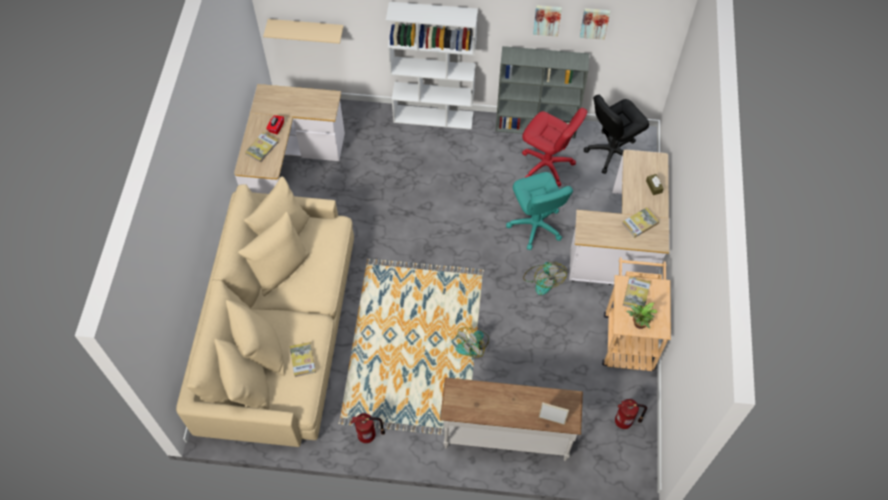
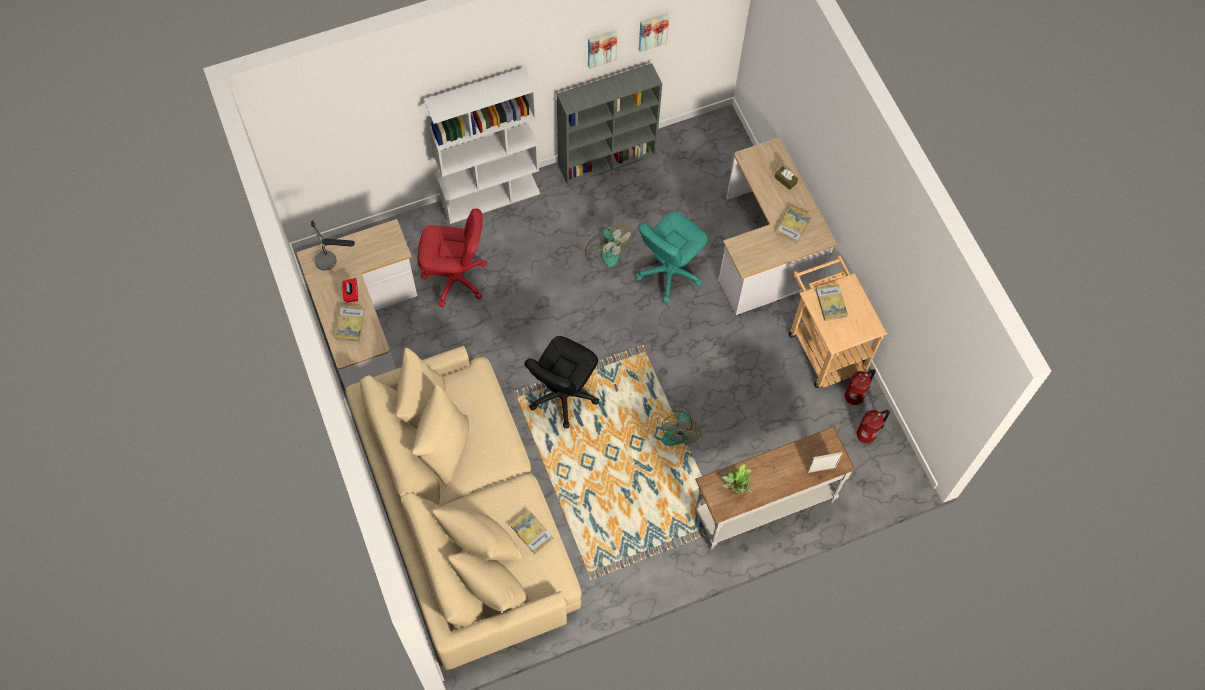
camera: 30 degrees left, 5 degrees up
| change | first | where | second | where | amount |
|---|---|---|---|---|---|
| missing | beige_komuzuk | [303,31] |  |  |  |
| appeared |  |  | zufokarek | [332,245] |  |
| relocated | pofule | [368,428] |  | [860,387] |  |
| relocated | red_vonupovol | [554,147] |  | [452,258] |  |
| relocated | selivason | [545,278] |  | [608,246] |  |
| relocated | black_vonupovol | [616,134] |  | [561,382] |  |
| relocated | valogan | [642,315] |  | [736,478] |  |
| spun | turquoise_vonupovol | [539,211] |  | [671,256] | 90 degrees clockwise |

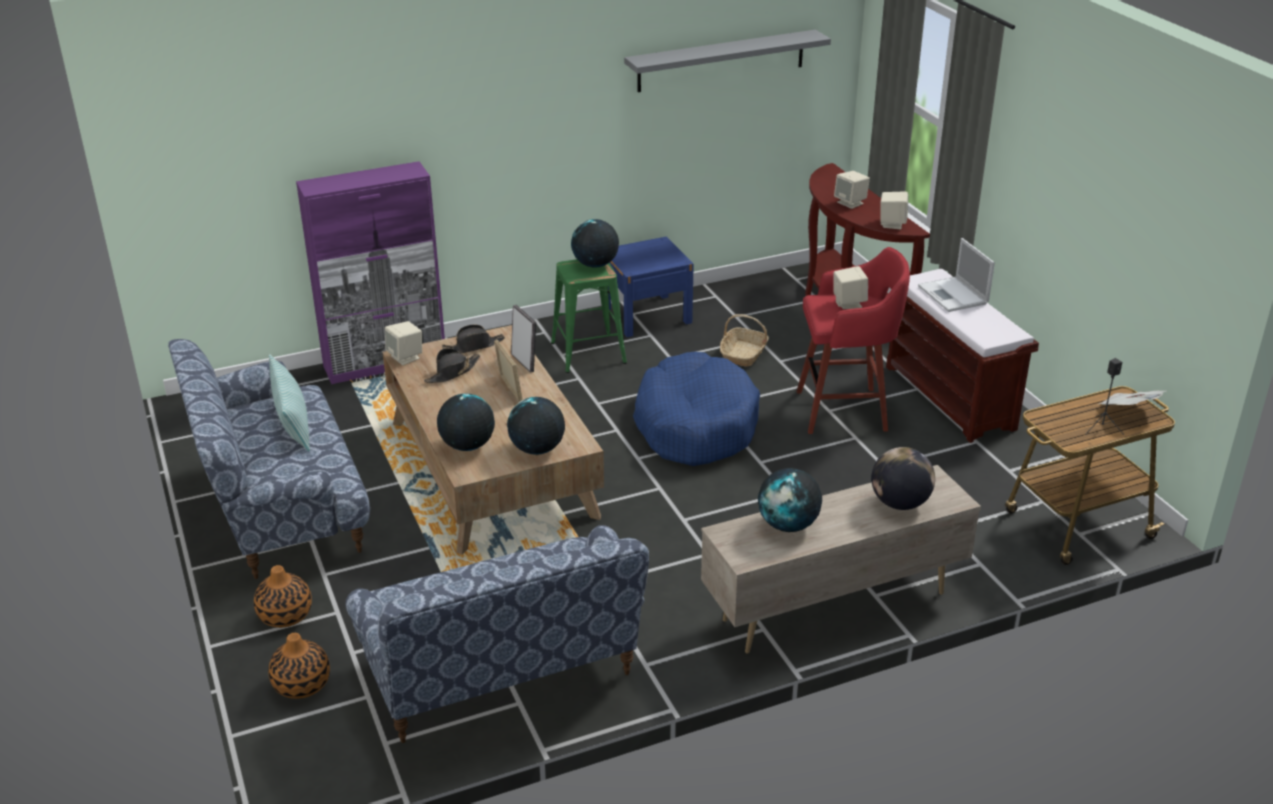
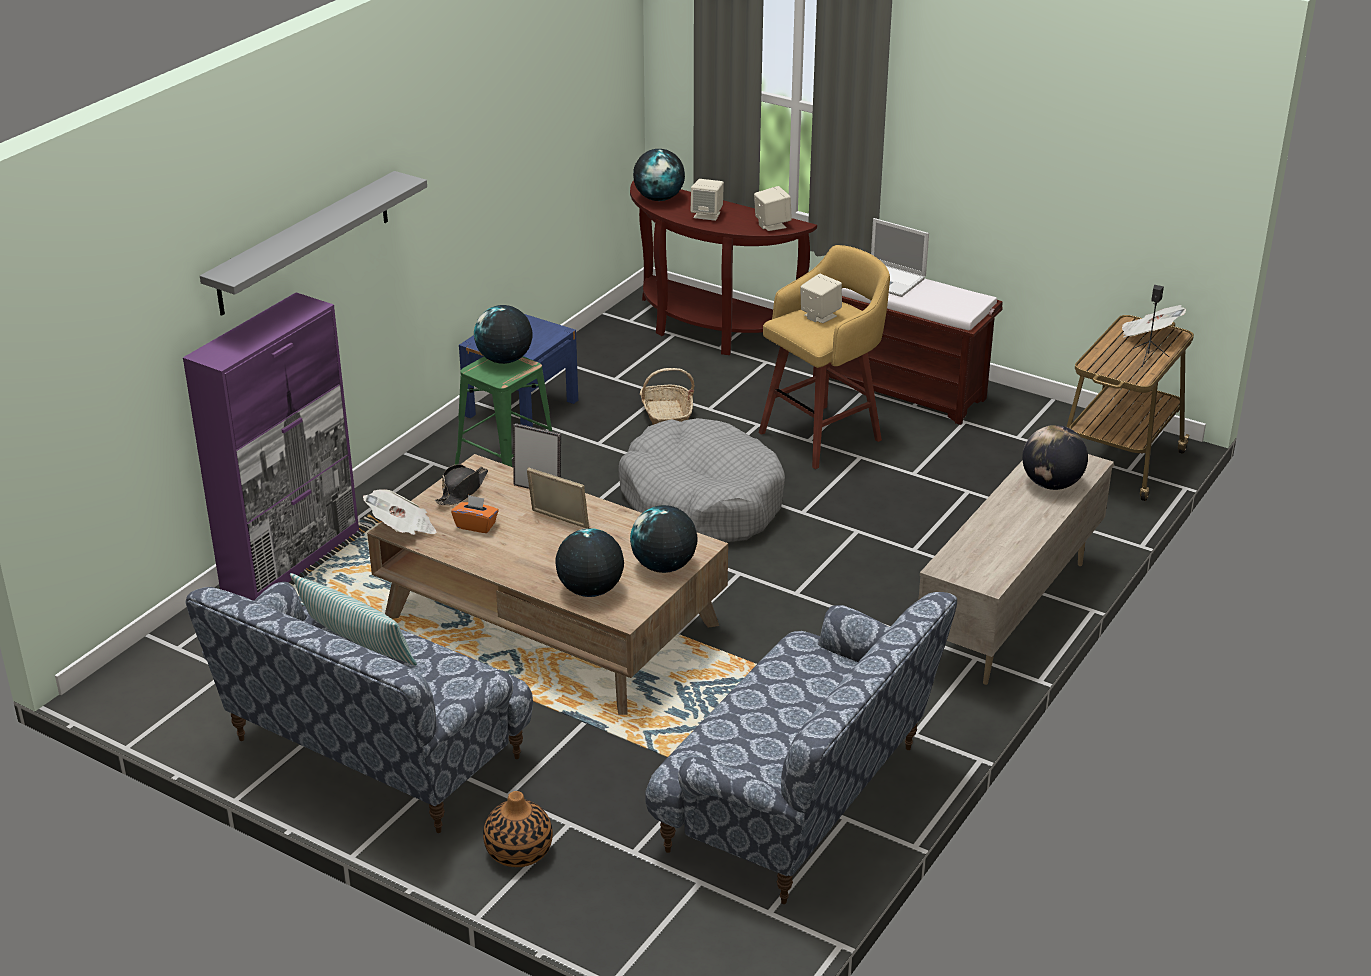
camera: 35 degrees left, 0 degrees up
| change | first | where | second | where | amount |
|---|---|---|---|---|---|
| missing | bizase | [299,666] |  |  |  |
| relocated | grey_komuzuk | [727,61] |  | [313,243] |  |
| relocated | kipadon | [790,500] |  | [659,175] |  |
| exchanged | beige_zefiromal | [403,343] | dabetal | [400,512] |  |
| exchanged | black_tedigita | [452,365] | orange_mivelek | [475,514] |  |
| colour | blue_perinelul | [696,409] | grey_perinelul | [701,480] |  |
| colour | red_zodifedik | [853,340] | yellow_zodifedik | [824,357] |  |

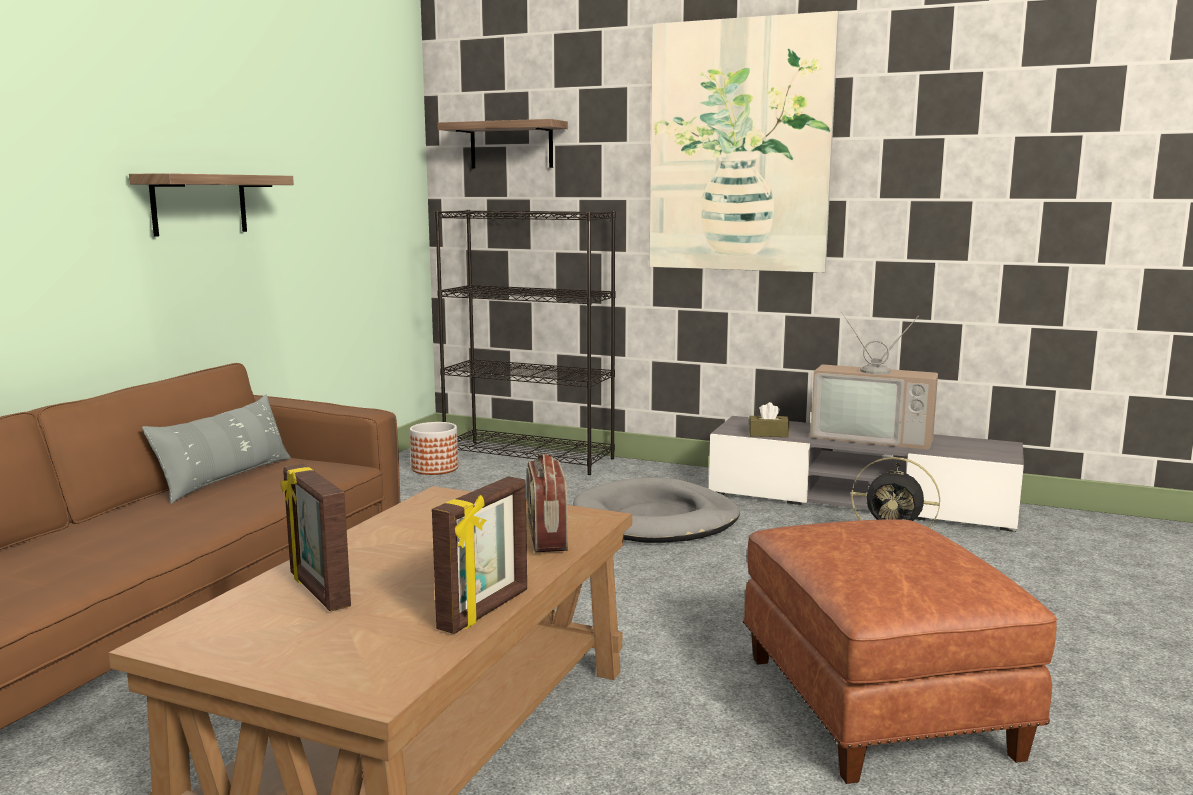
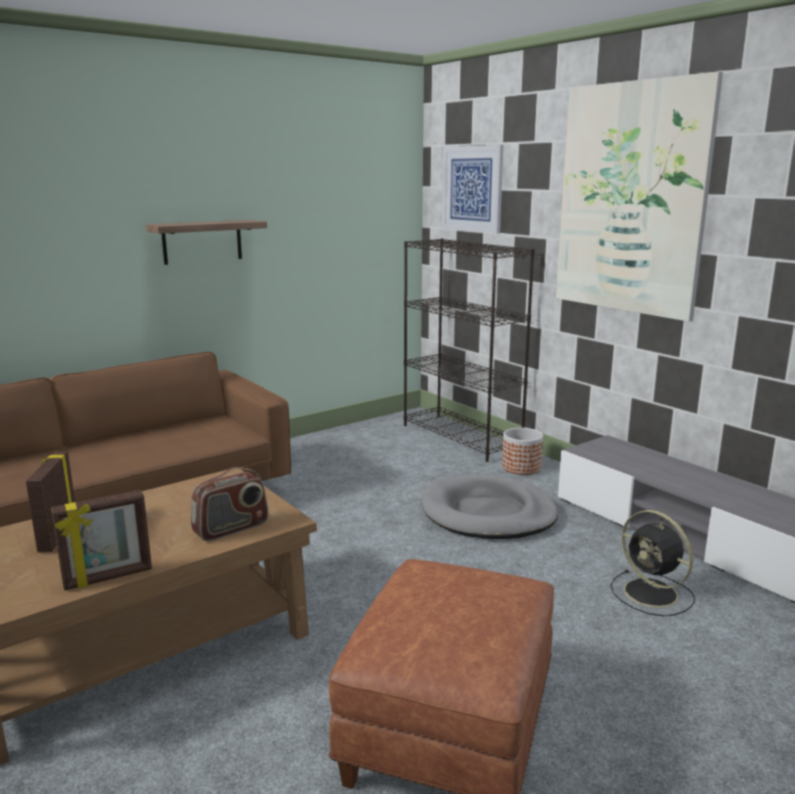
camera: 30 degrees right, 5 degrees up
| change | first | where | second | where | amount |
|---|---|---|---|---|---|
| missing | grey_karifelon | [216,449] |  |  |  |
| missing | brown_mivelek | [769,419] |  |  |  |
| missing | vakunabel | [874,381] |  |  |  |
| relocated | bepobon | [434,448] |  | [522,451] |  |
| exchanged | komuzuk | [502,144] | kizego | [472,189] |  |
| spun | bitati | [547,503] |  | [229,504] | 150 degrees counterclockwise |

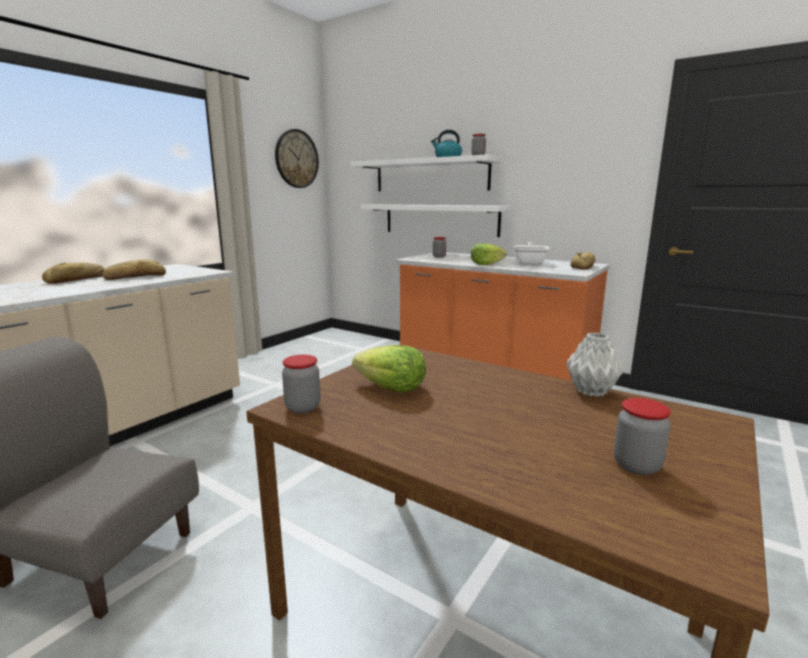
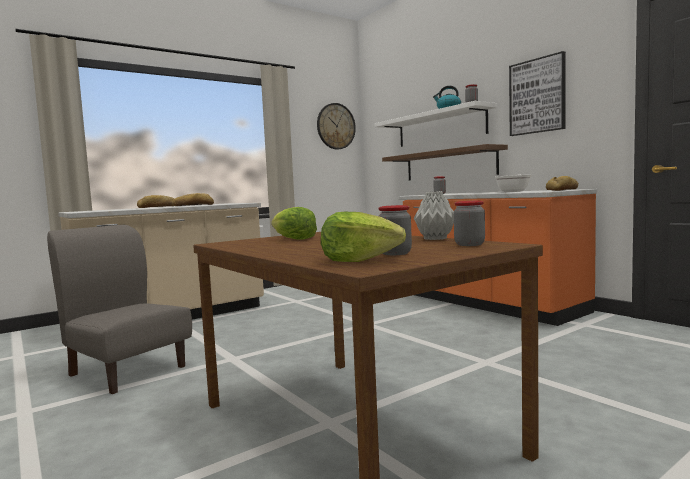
camera: 20 degrees right, 10 degrees down
| change | first | where | second | where | amount |
|---|---|---|---|---|---|
| appeared |  |  | kizego | [537,93] |  |
| relocated | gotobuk | [301,384] |  | [469,223] |  |
| relocated | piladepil | [489,254] |  | [363,237] |  |
| colour | white_komuzuk | [437,220] | brown_komuzuk | [445,162] |  |

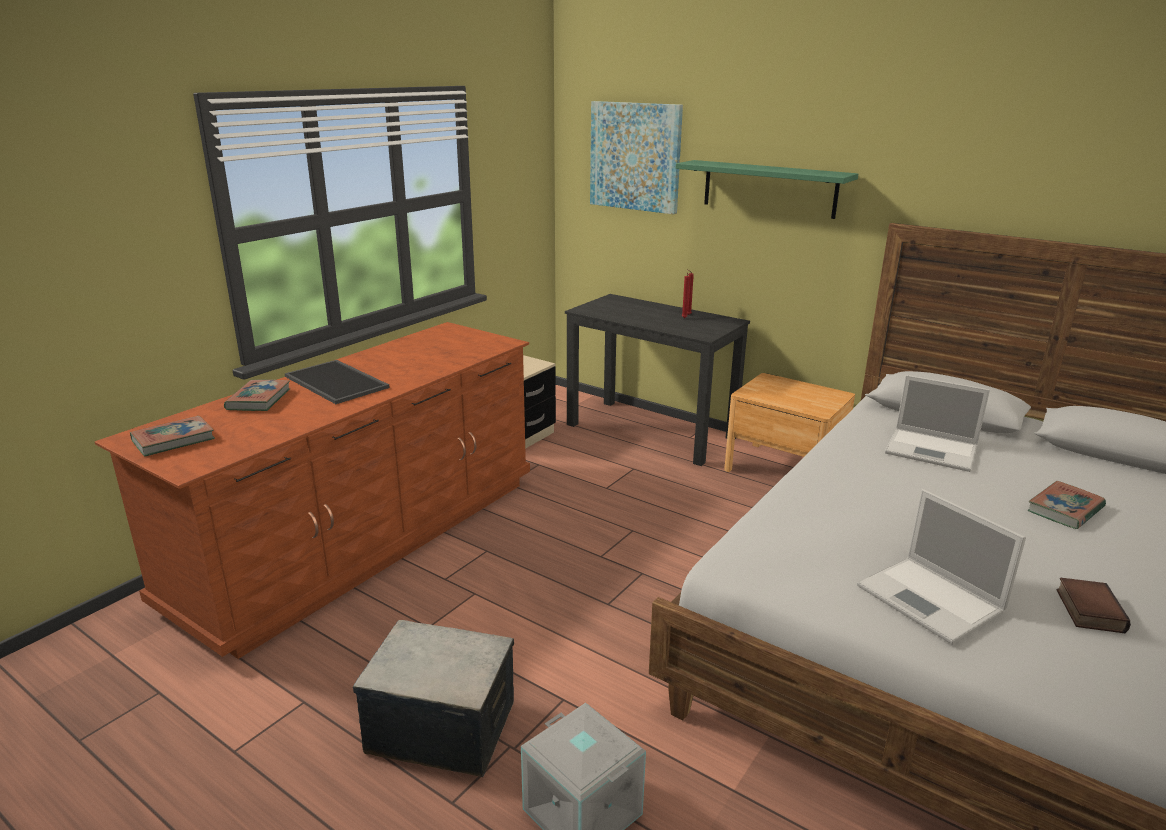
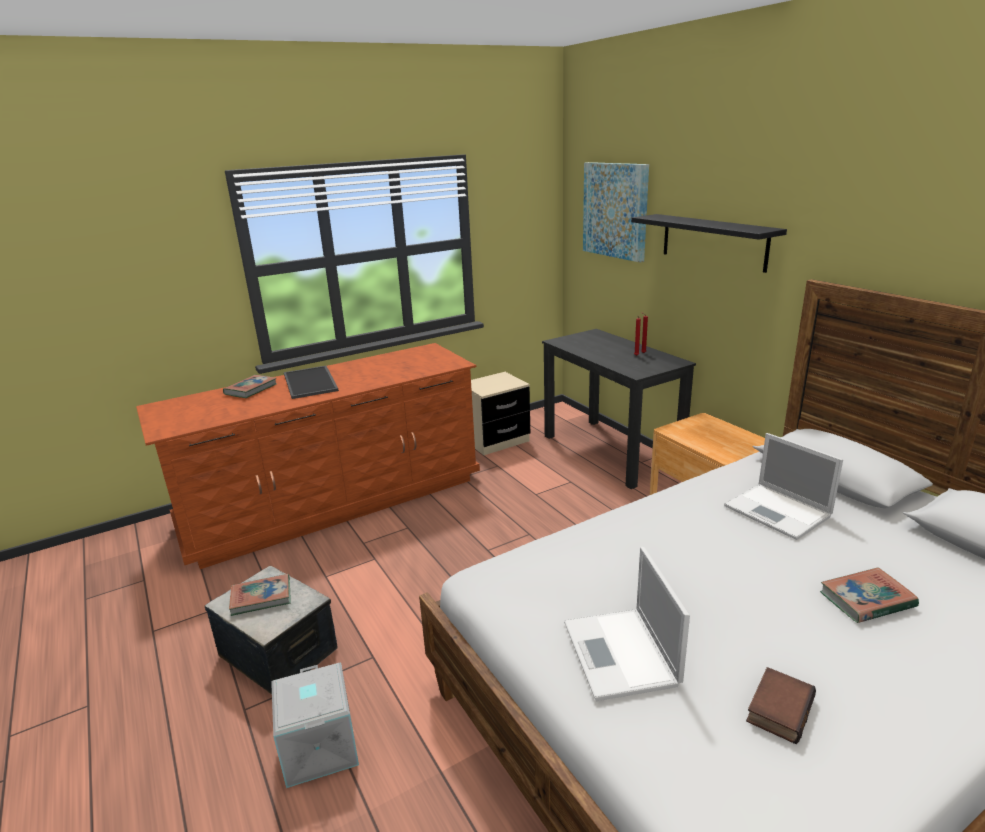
camera: 25 degrees right, 0 degrees up
| change | first | where | second | where | amount |
|---|---|---|---|---|---|
| relocated | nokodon | [172,436] |  | [260,595] |  |
| colour | green_komuzuk | [767,189] | black_komuzuk | [709,243] |  |

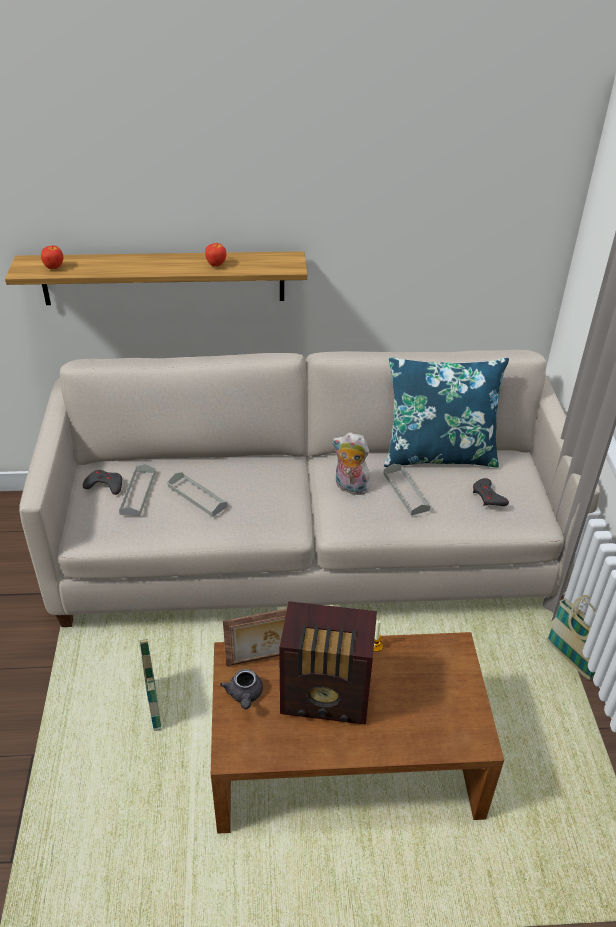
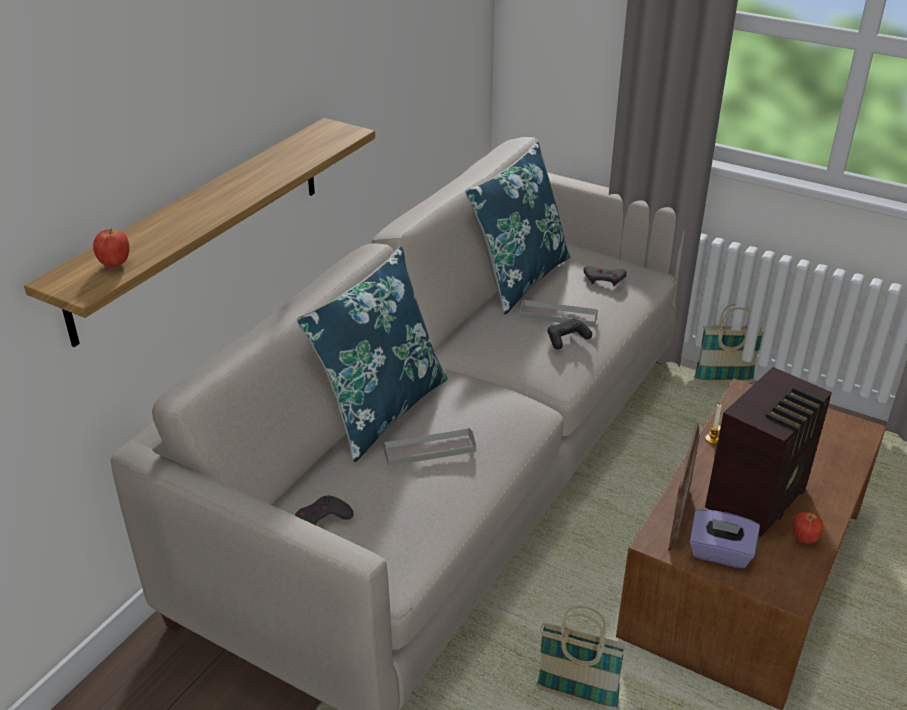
camera: 55 degrees left, 5 degrees down
| change | first | where | second | where | amount |
|---|---|---|---|---|---|
| missing | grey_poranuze | [137,490] |  |  |  |
| missing | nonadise | [351,463] |  |  |  |
| appeared |  |  | blue_karifelon | [372,354] |  |
| appeared |  |  | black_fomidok | [569,334] |  |
| relocated | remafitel | [215,254] |  | [808,528] |  |
| exchanged | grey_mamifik | [241,689] | purple_mivelek | [724,539] |  |

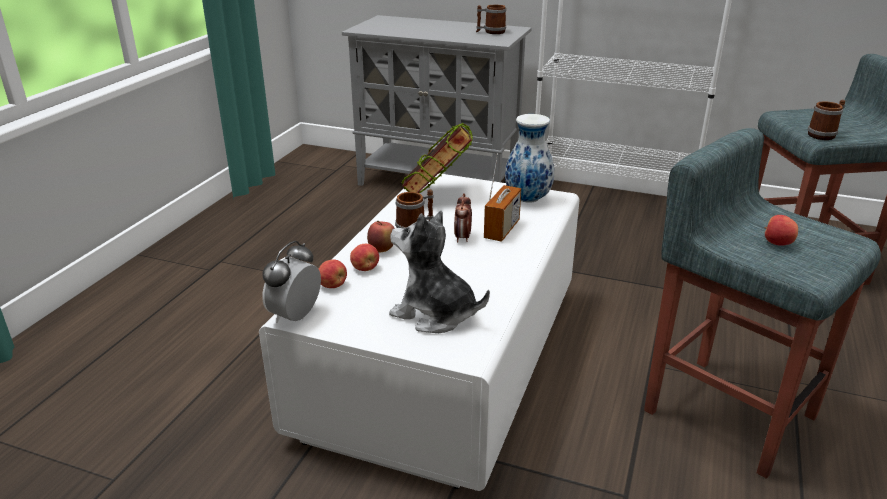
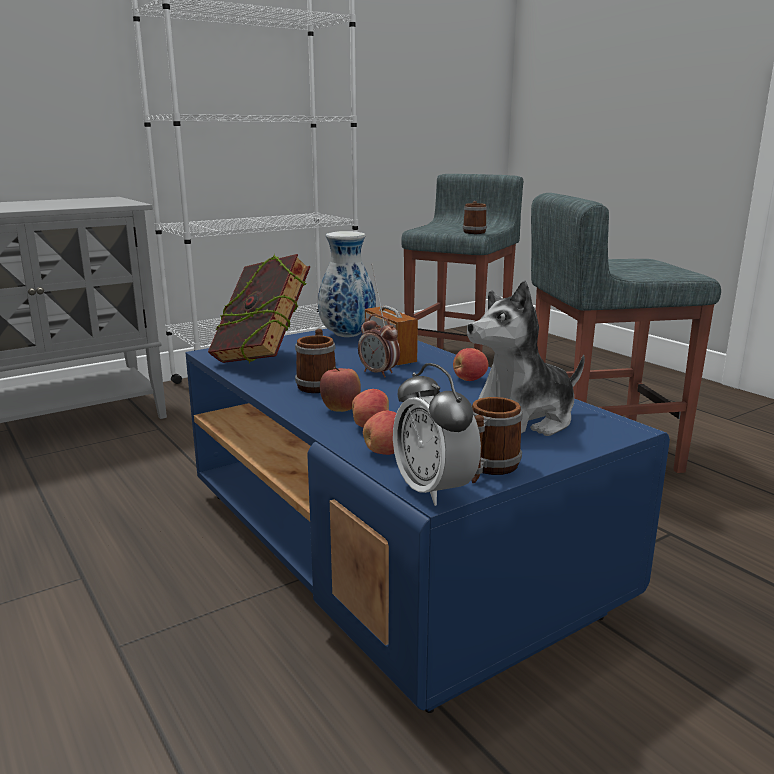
camera: 55 degrees left, 10 degrees down
| change | first | where | second | where | amount |
|---|---|---|---|---|---|
| relocated | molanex | [491,19] |  | [497,440] |  |
| relocated | remafitel | [781,230] |  | [470,364] |  |
| colour | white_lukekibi | [419,332] | blue_lukekibi | [427,520] |  |

